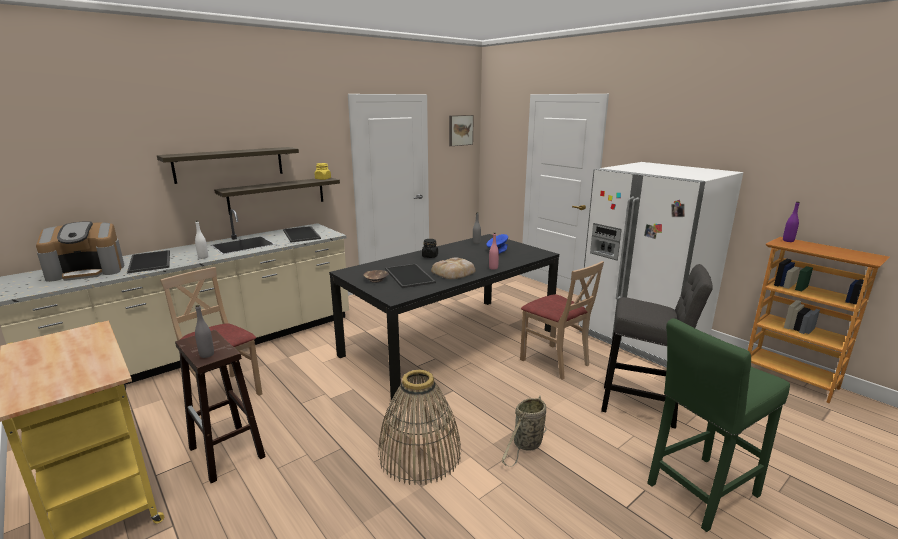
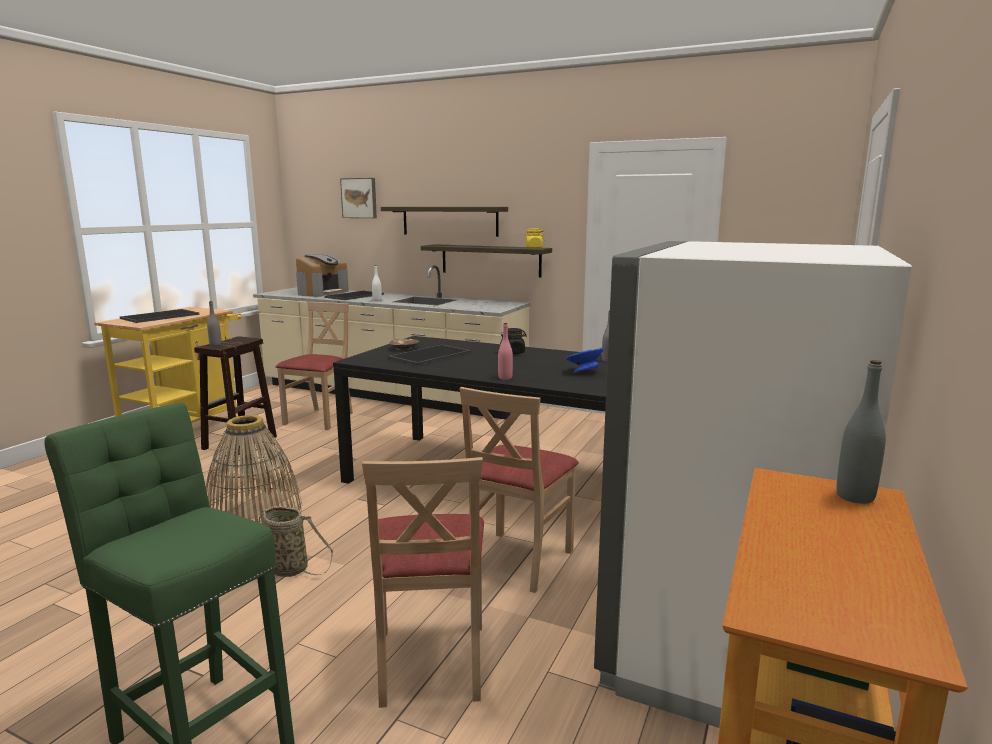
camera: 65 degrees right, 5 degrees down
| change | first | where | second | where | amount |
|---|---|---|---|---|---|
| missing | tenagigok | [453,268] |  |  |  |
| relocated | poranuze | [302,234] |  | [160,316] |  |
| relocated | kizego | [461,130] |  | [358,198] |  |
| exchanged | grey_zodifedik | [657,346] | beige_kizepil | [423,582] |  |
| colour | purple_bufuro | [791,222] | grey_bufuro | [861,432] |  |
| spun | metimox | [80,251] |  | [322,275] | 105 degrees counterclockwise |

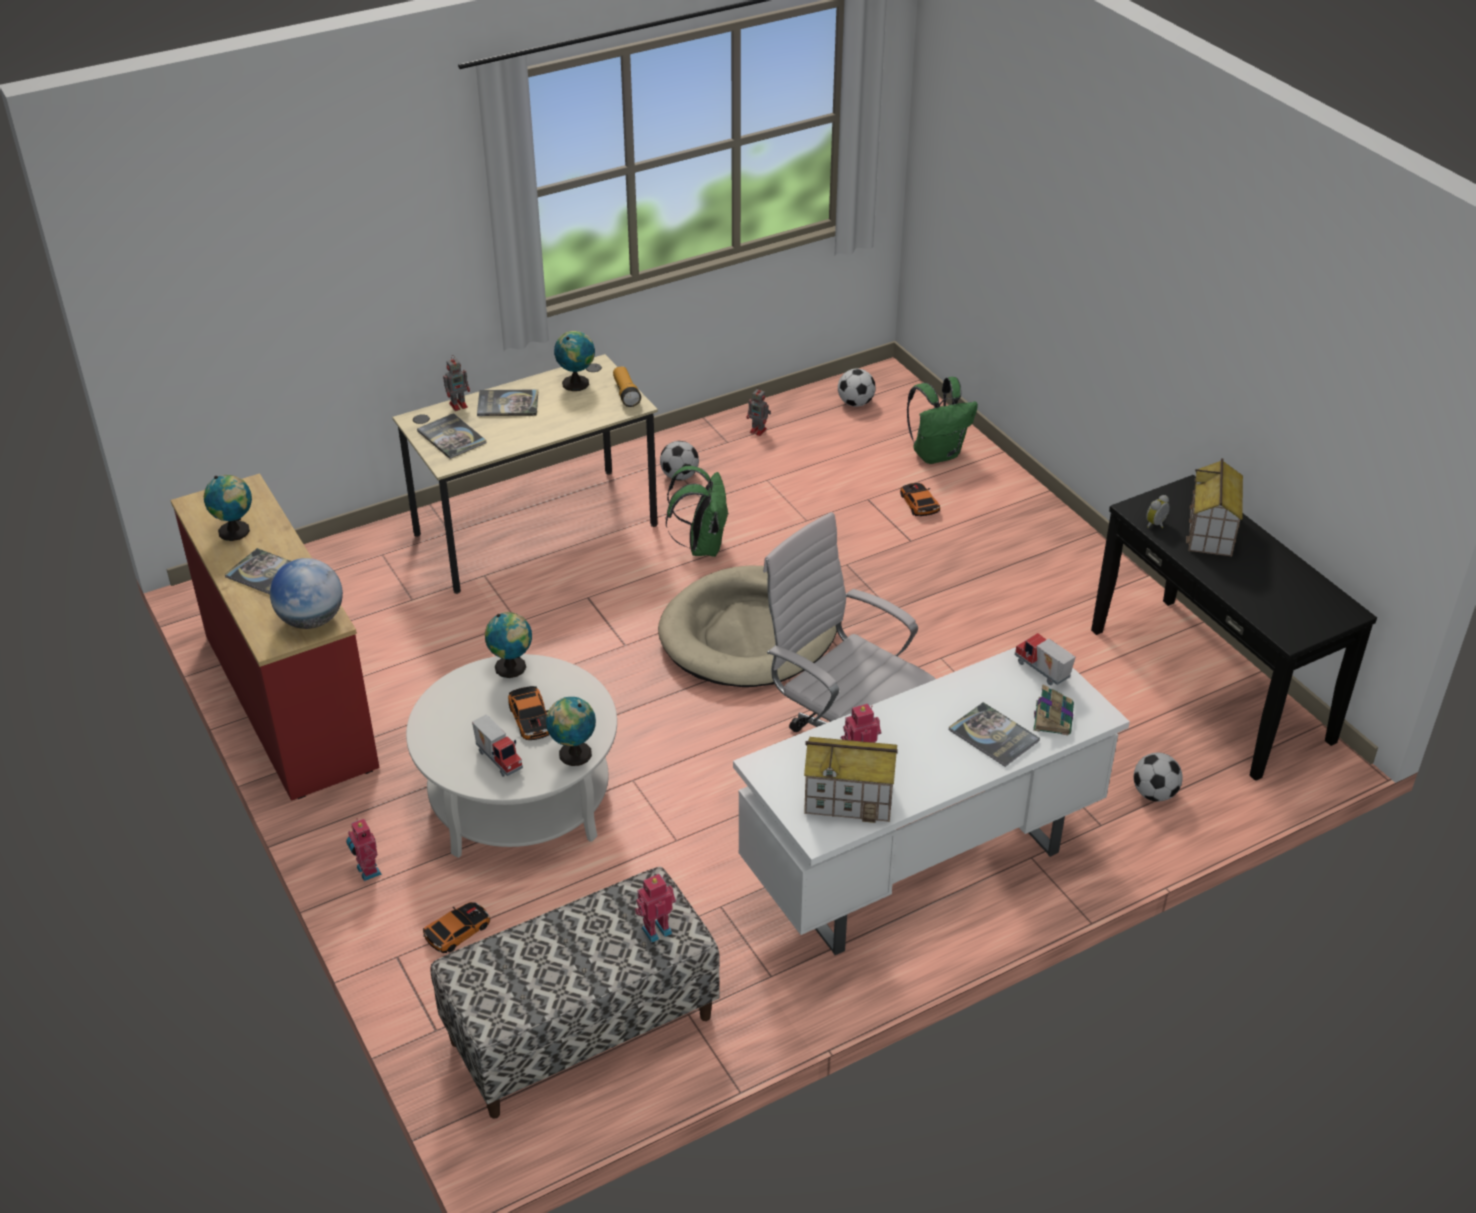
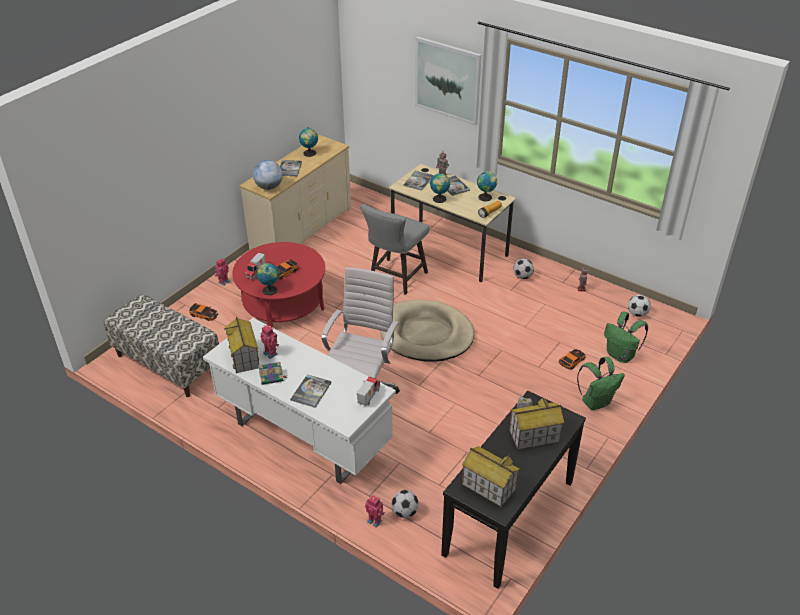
camera: 65 degrees right, 0 degrees up
| change | first | where | second | where | amount |
|---|---|---|---|---|---|
| appeared |  |  | grey_zodifedik | [395,249] |  |
| appeared |  |  | kizego | [448,81] |  |
| appeared |  |  | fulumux | [491,476] |  |
| relocated | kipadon | [508,645] |  | [440,187] |  |
| relocated | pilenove | [655,908] |  | [375,511] |  |
| relocated | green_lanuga | [697,511] |  | [601,383] |  |
| relocated | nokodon | [1053,710] |  | [272,373] |  |
| colour | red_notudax | [275,637] | beige_notudax | [295,192] |  |
| colour | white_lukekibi | [511,756] | red_lukekibi | [278,285] |  |

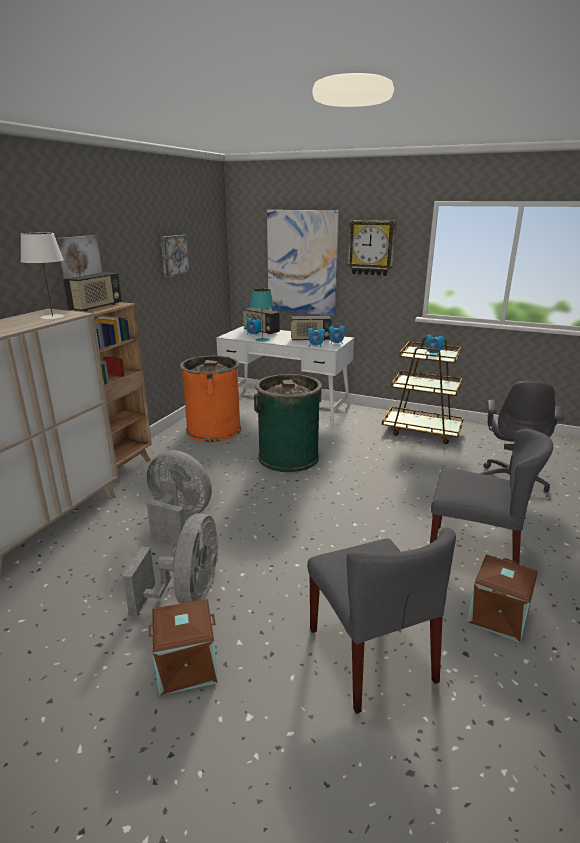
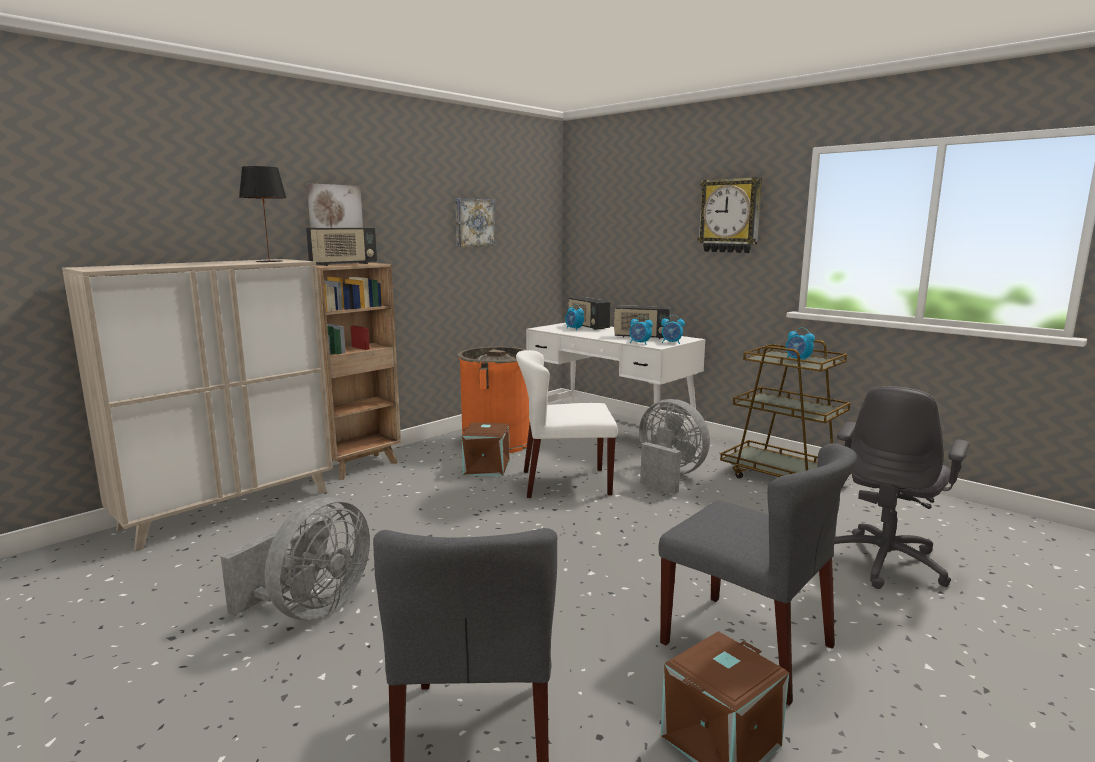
camera: 20 degrees right, 10 degrees down
| change | first | where | second | where | amount |
|---|---|---|---|---|---|
| missing | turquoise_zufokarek | [262,315] |  |  |  |
| missing | kizego | [303,263] |  |  |  |
| relocated | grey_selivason | [179,497] |  | [674,446] |  |
| relocated | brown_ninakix | [183,647] |  | [486,449] |  |
| exchanged | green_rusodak | [288,423] | white_kizepil | [567,424] |  |
| colour | white_zufokarek | [43,276] | black_zufokarek | [263,214] |  |

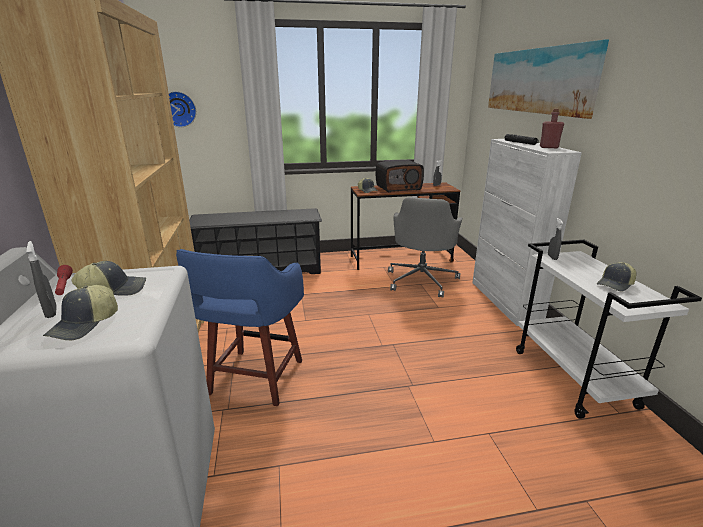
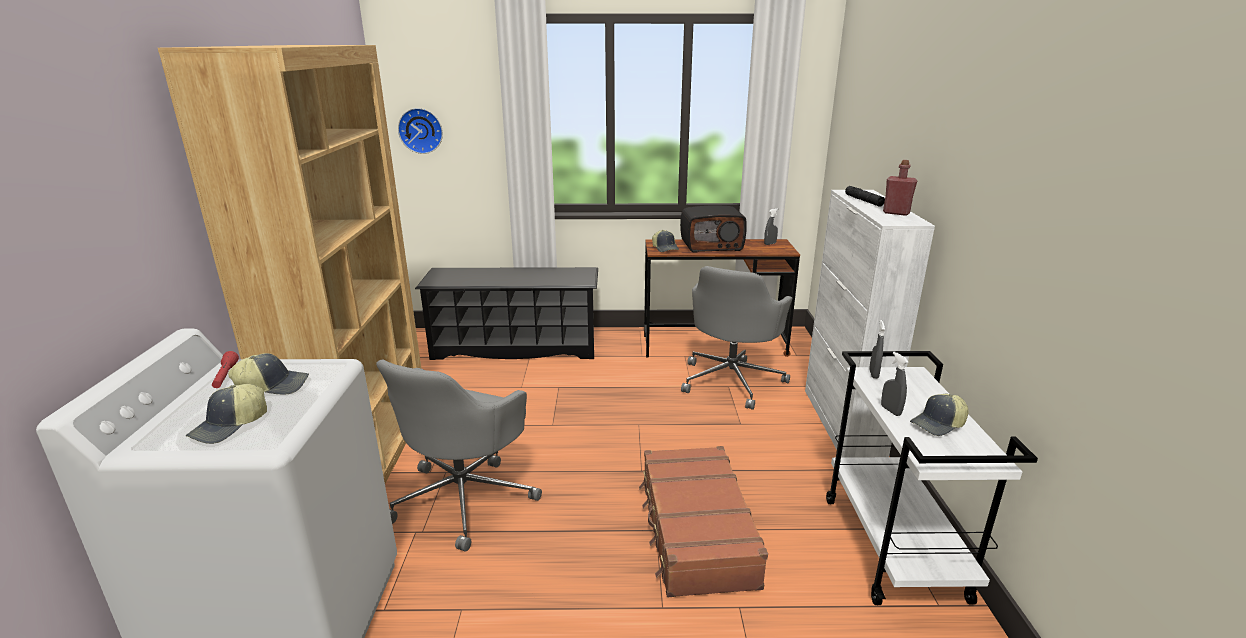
camera: 10 degrees right, 0 degrees up
| change | first | where | second | where | amount |
|---|---|---|---|---|---|
| missing | kizego | [548,79] |  |  |  |
| appeared |  |  | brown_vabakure | [703,521] |  |
| relocated | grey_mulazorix | [41,279] |  | [894,384] |  |
| exchanged | blue_zodifedik | [240,327] | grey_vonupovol | [459,455] |  |

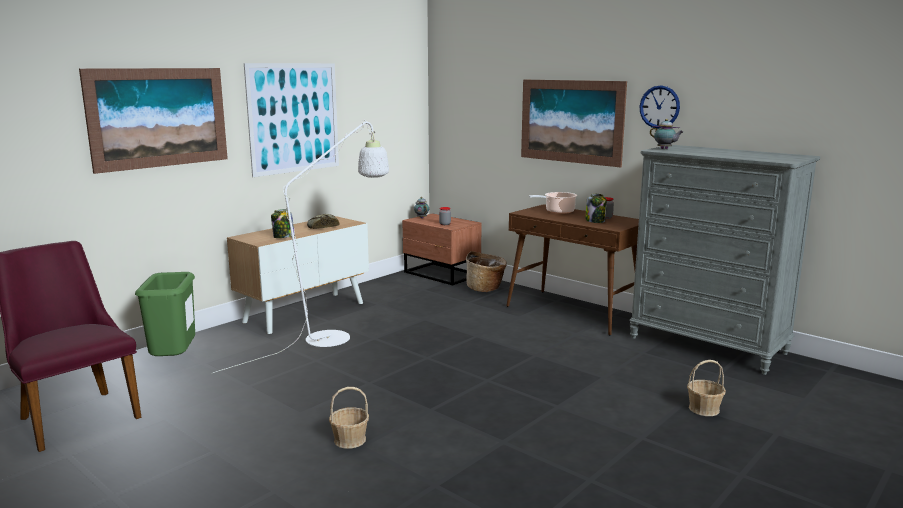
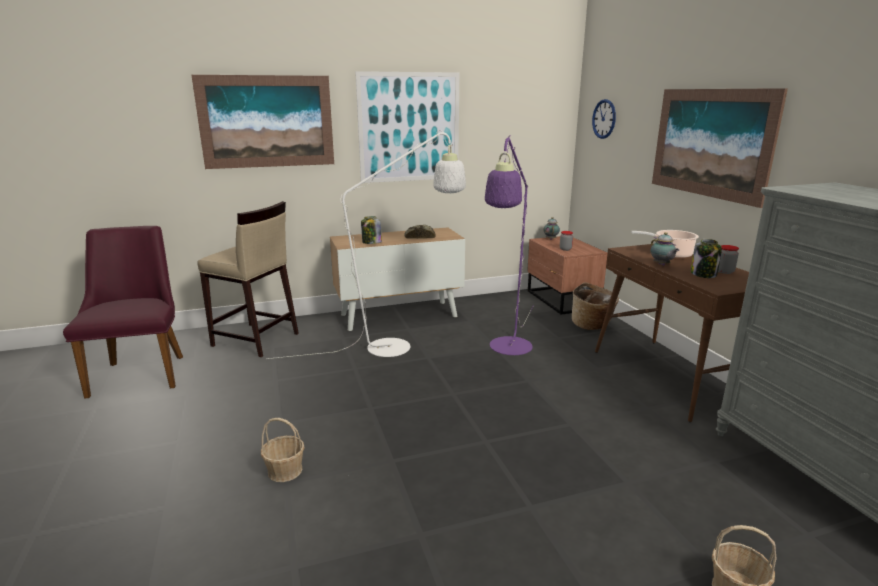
camera: 30 degrees right, 5 degrees up
| change | first | where | second | where | amount |
|---|---|---|---|---|---|
| appeared |  |  | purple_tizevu | [509,245] |  |
| relocated | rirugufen | [659,107] |  | [604,119] |  |
| relocated | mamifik | [666,134] |  | [665,249] |  |
| exchanged | green_rusodak | [165,314] | beige_zodifedik | [248,279] |  |

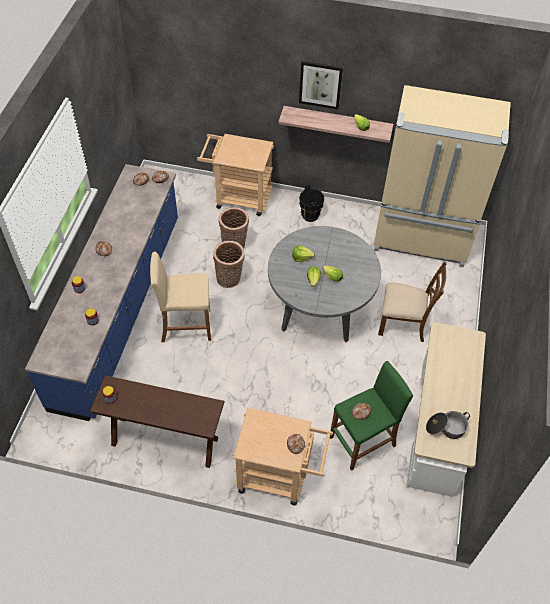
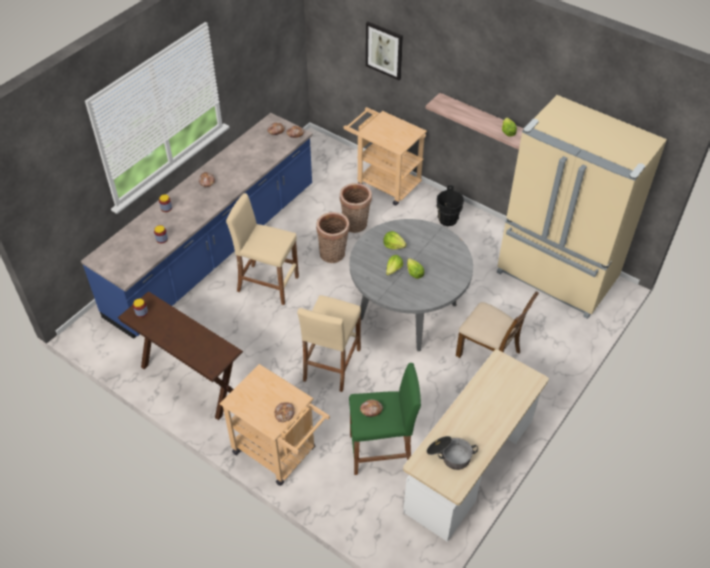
camera: 25 degrees right, 5 degrees down
| change | first | where | second | where | amount |
|---|---|---|---|---|---|
| appeared |  |  | beige_zodifedik | [329,343] |  |
| relocated | kizego | [321,85] |  | [384,50] |  |

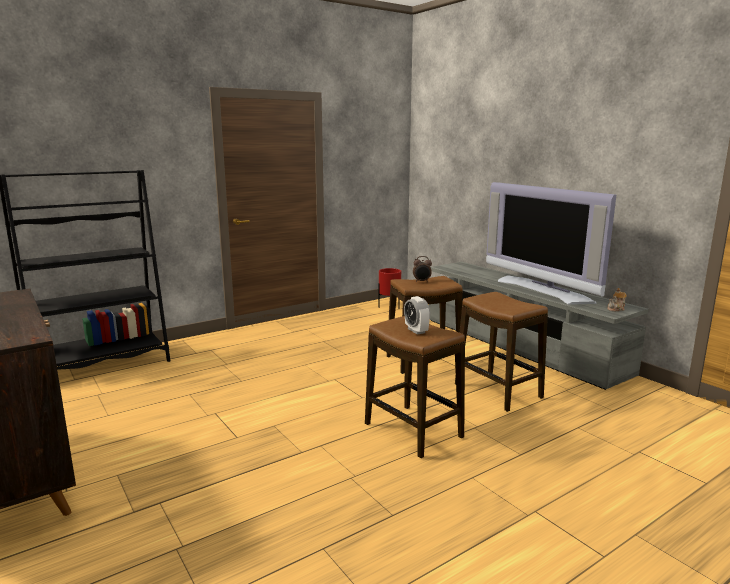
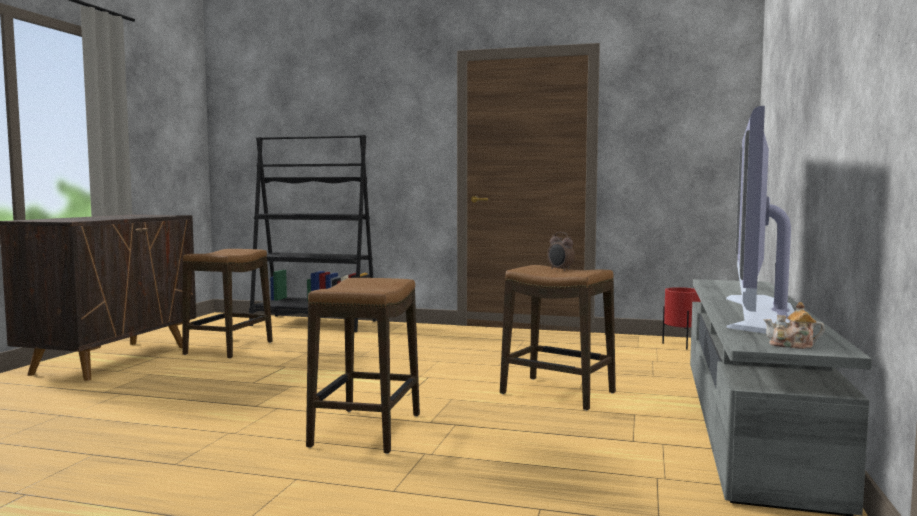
camera: 50 degrees right, 10 degrees down
| change | first | where | second | where | amount |
|---|---|---|---|---|---|
| missing | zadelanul | [417,315] |  |  |  |
| relocated | zodifedik | [501,352] |  | [227,304] |  |

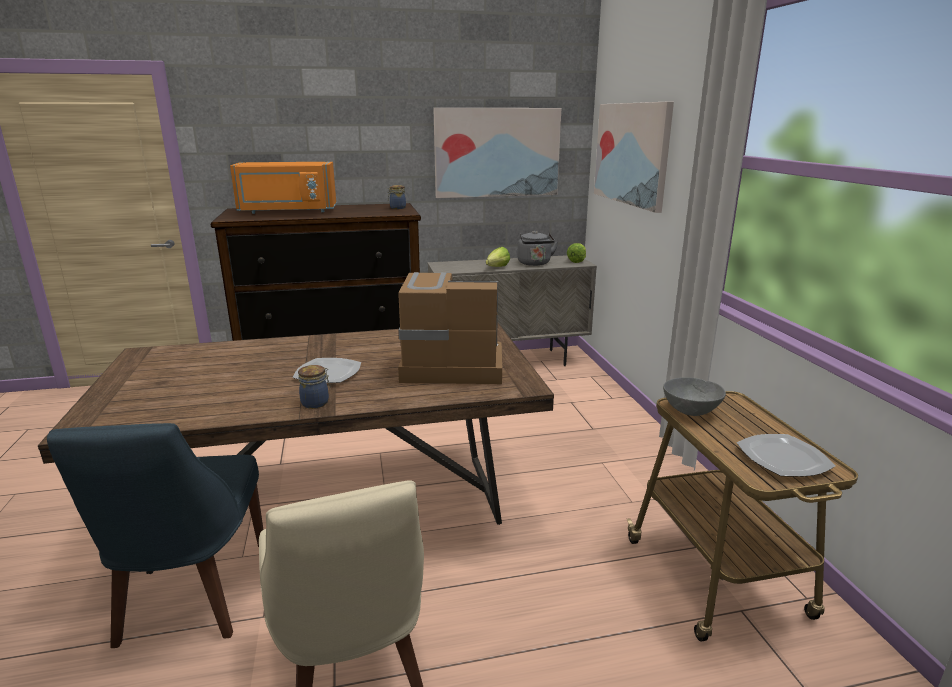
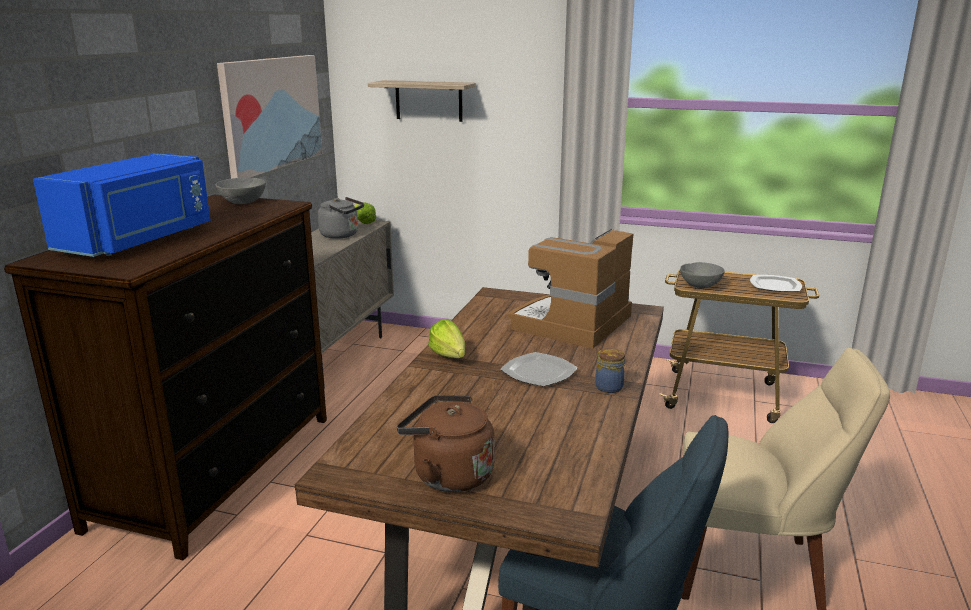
camera: 60 degrees left, 0 degrees up
| change | first | where | second | where | amount |
|---|---|---|---|---|---|
| appeared |  |  | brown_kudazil | [446,443] |  |
| relocated | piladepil | [498,257] |  | [446,338] |  |
| exchanged | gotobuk | [397,197] | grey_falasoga | [240,191] |  |
| exchanged | kizego | [634,157] | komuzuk | [422,101] |  |
| colour | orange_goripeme | [283,188] | blue_goripeme | [121,205] |  |

